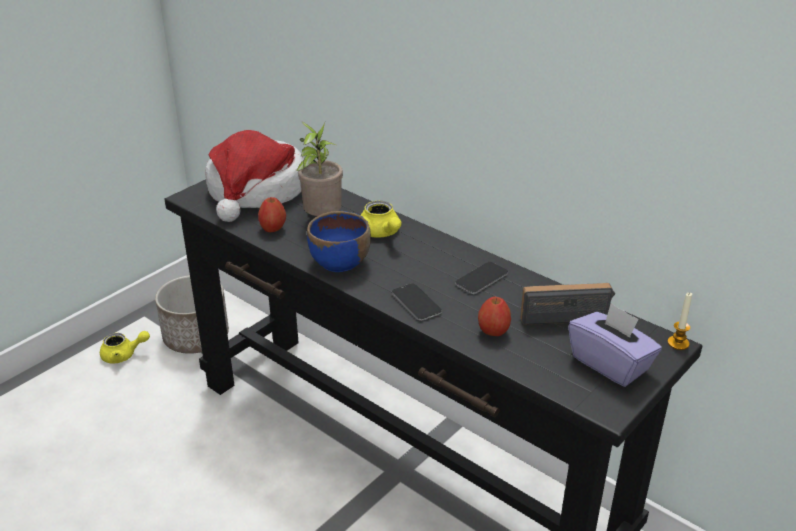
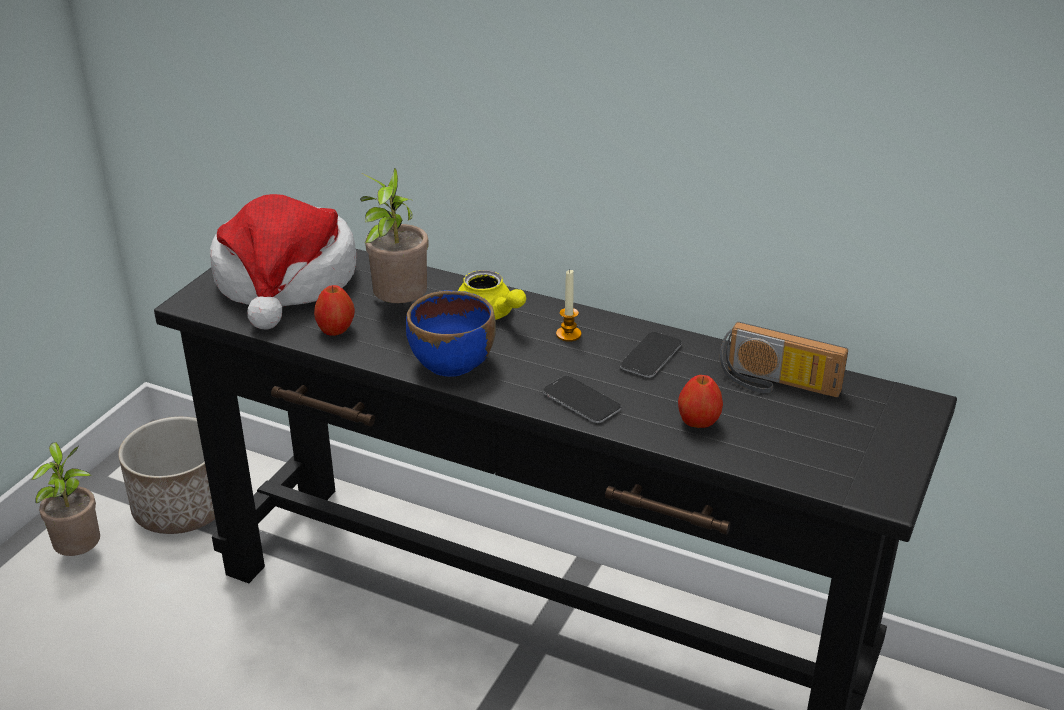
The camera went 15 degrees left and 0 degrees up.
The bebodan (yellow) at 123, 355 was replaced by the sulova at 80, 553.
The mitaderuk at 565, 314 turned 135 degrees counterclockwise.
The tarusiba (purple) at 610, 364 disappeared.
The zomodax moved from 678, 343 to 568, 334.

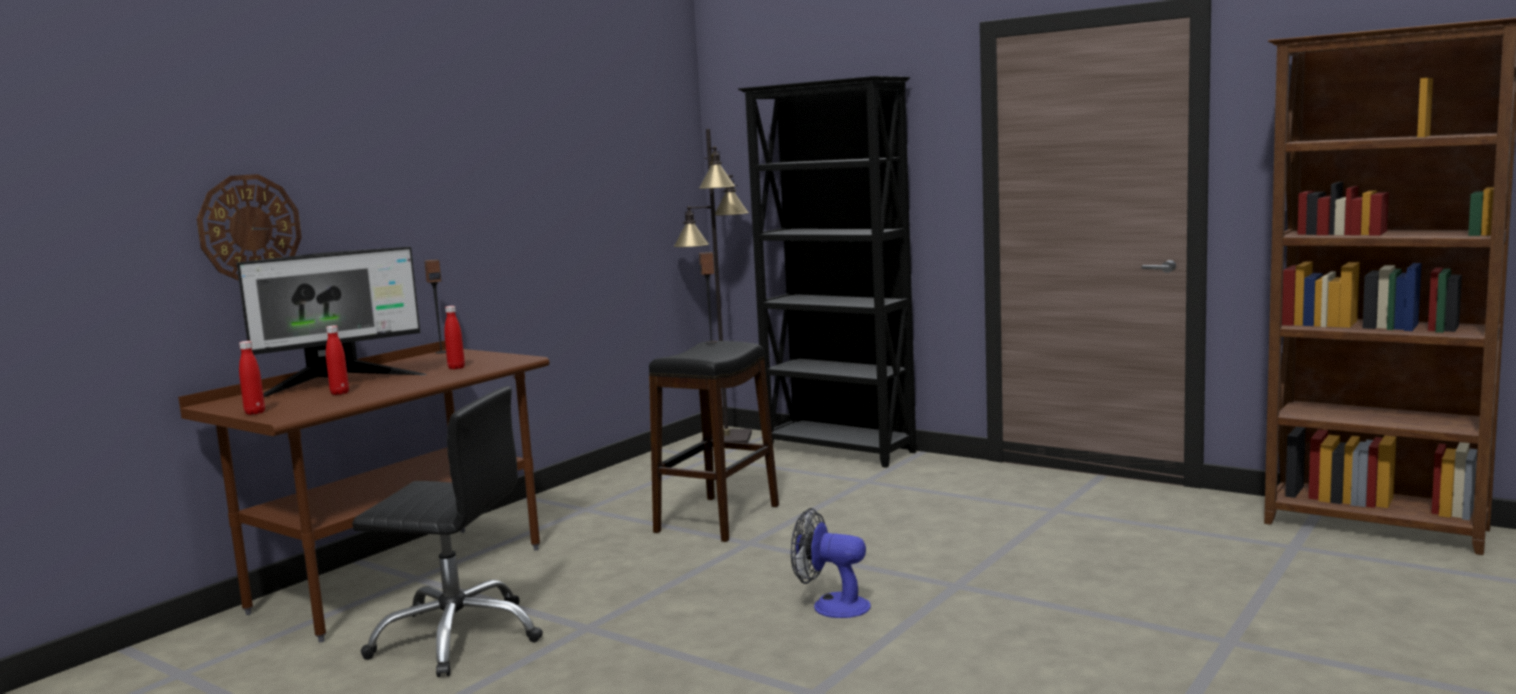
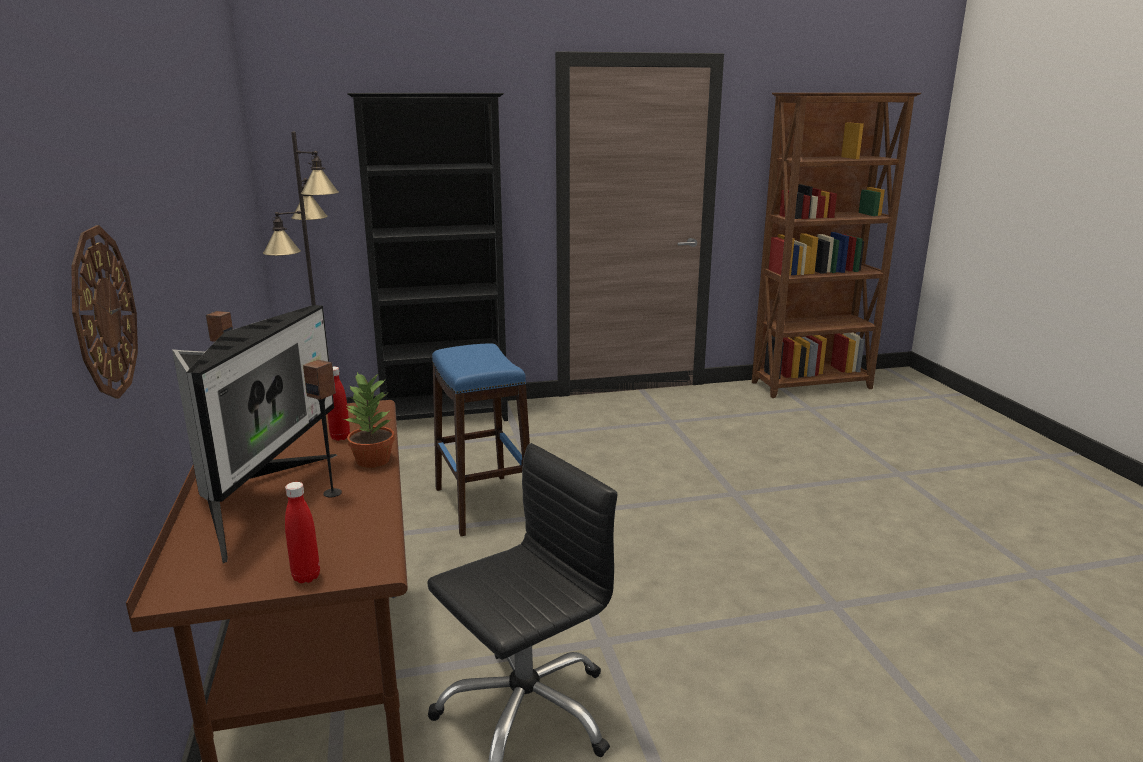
The camera went 50 degrees left and 10 degrees up.
The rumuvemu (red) at 340, 393 disappeared.
The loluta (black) at 717, 519 became the loluta (blue) at 483, 504.
The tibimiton moved from 711, 342 to 333, 493.
The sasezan at 831, 605 disappeared.
The sulova at 373, 461 appeared.

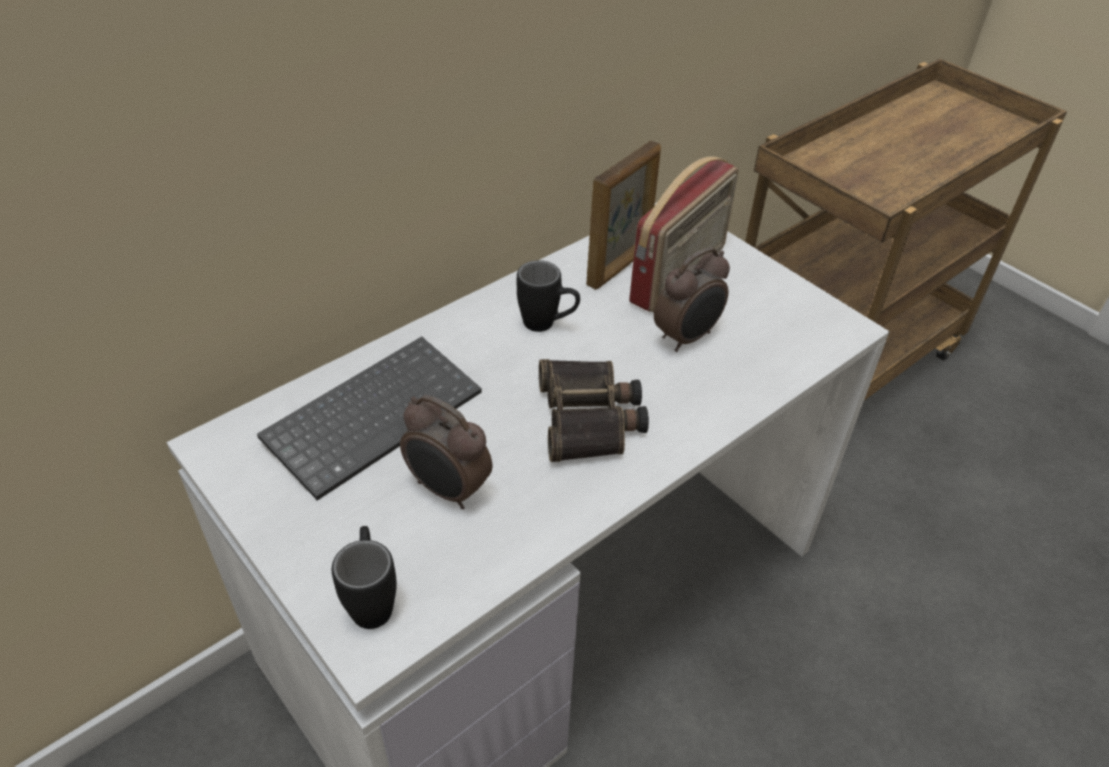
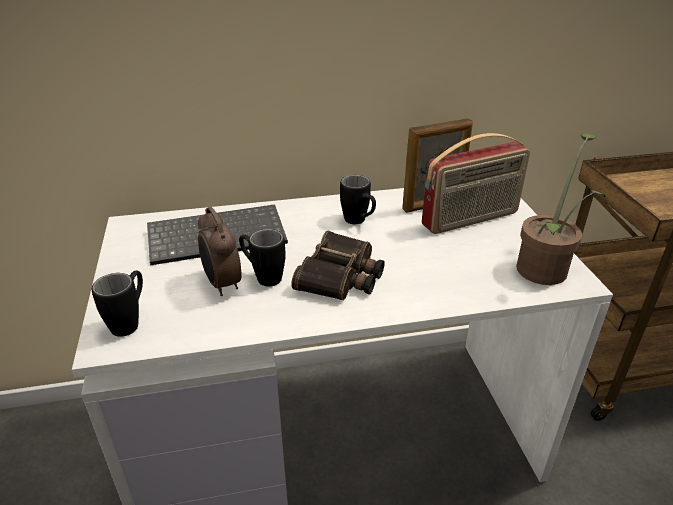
The camera went 30 degrees right and 10 degrees down.
The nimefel at 687, 337 disappeared.
The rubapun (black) at 263, 276 appeared.
The sulova at 546, 266 appeared.

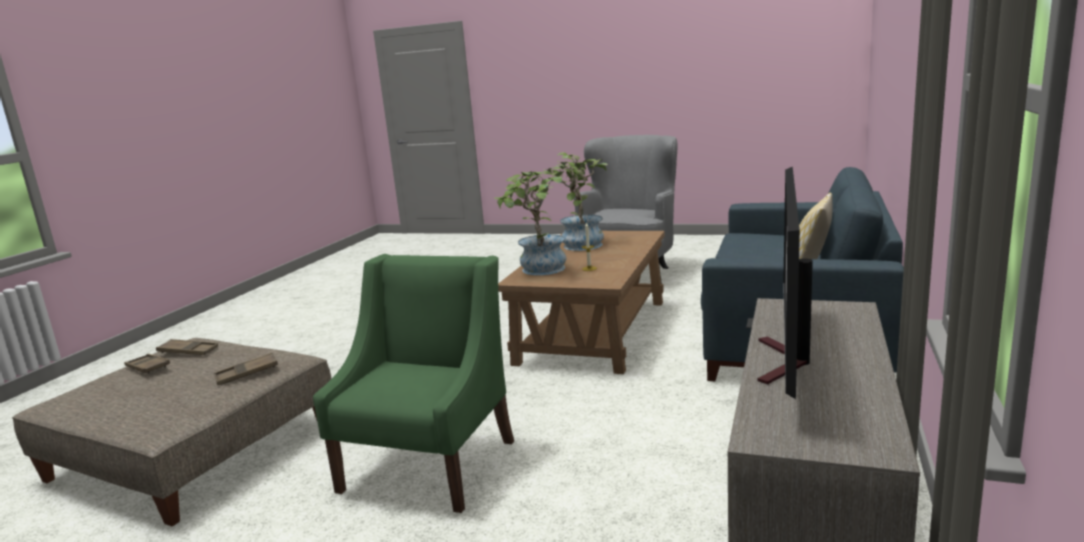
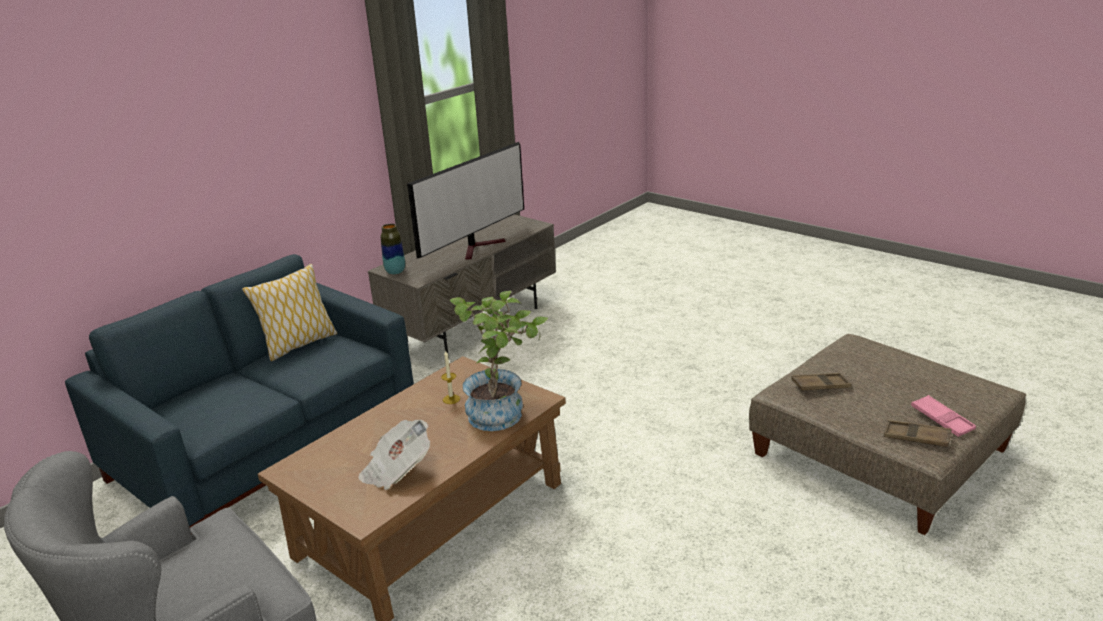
The camera went 160 degrees left and 10 degrees up.
The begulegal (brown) at 148, 367 became the begulegal (pink) at 942, 420.
The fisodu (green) at 430, 464 disappeared.
The sulova at 580, 244 was replaced by the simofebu at 396, 470.
The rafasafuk at 395, 272 appeared.

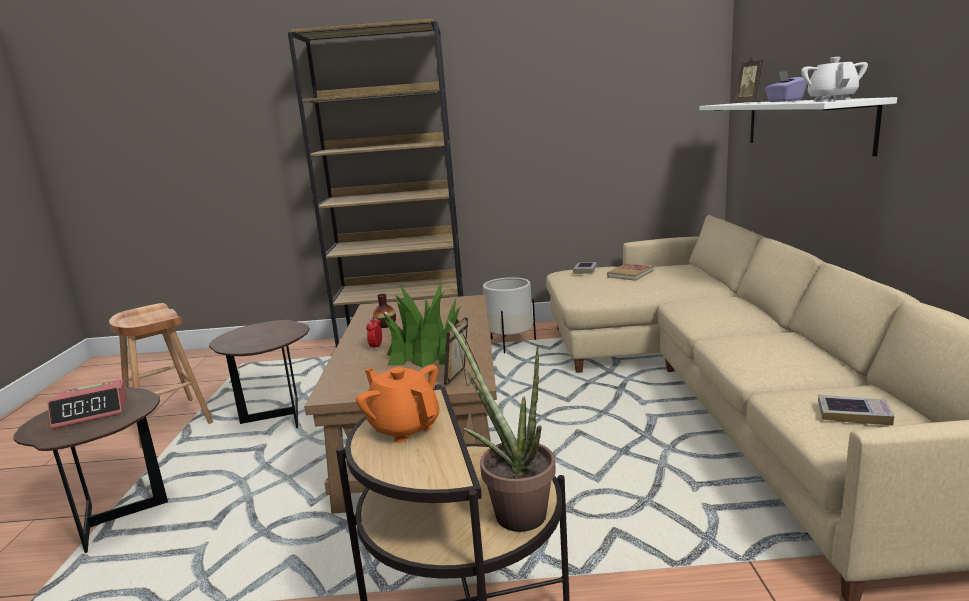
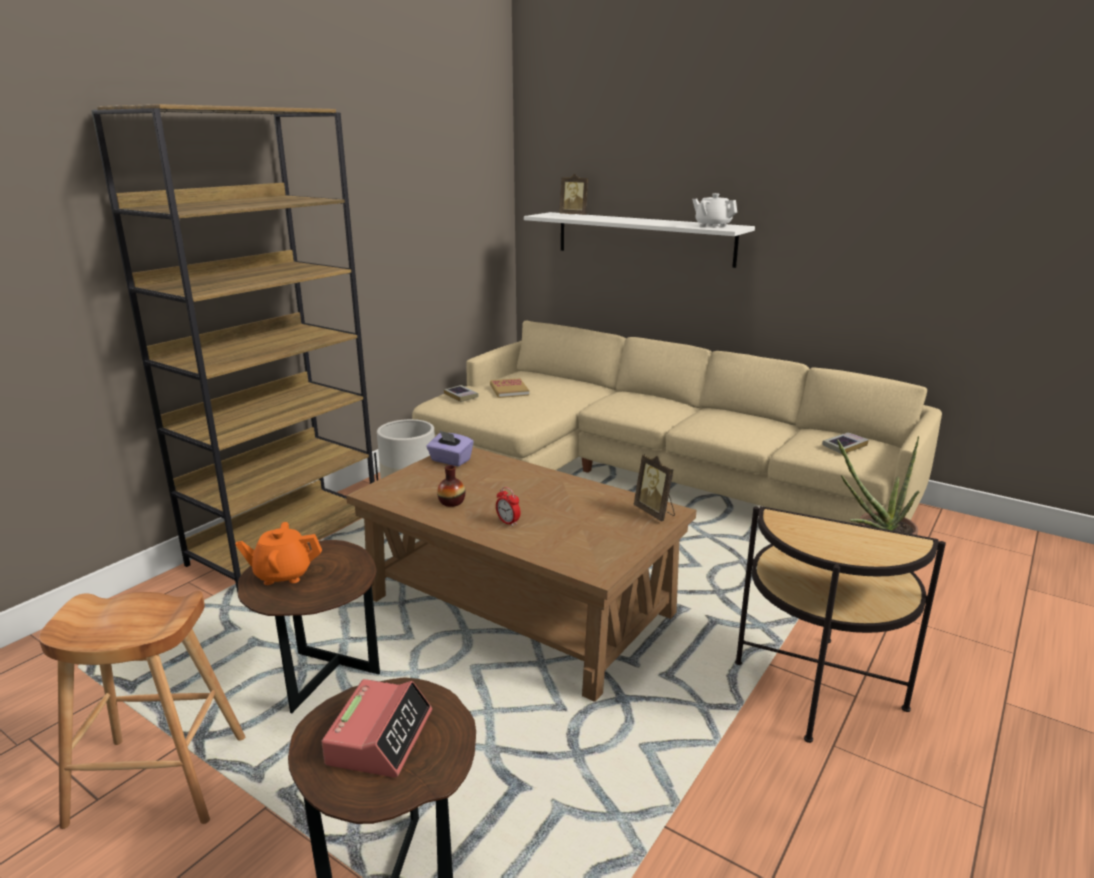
The camera went 55 degrees left and 5 degrees up.
The bebodan (orange) moved from 404, 427 to 283, 574.
The sulova at 426, 352 disappeared.
The tarusiba (purple) moved from 784, 101 to 450, 460.

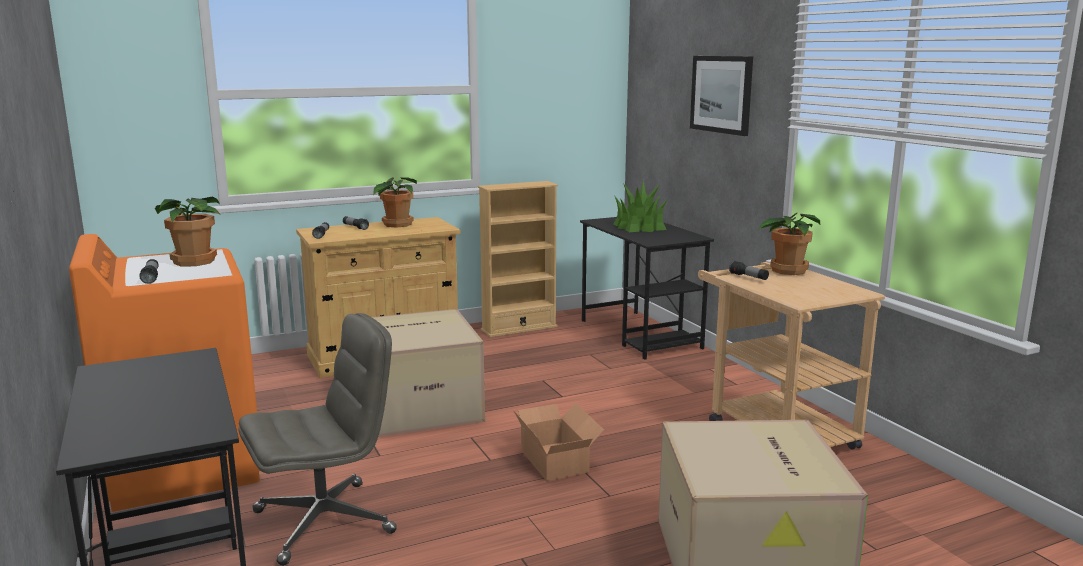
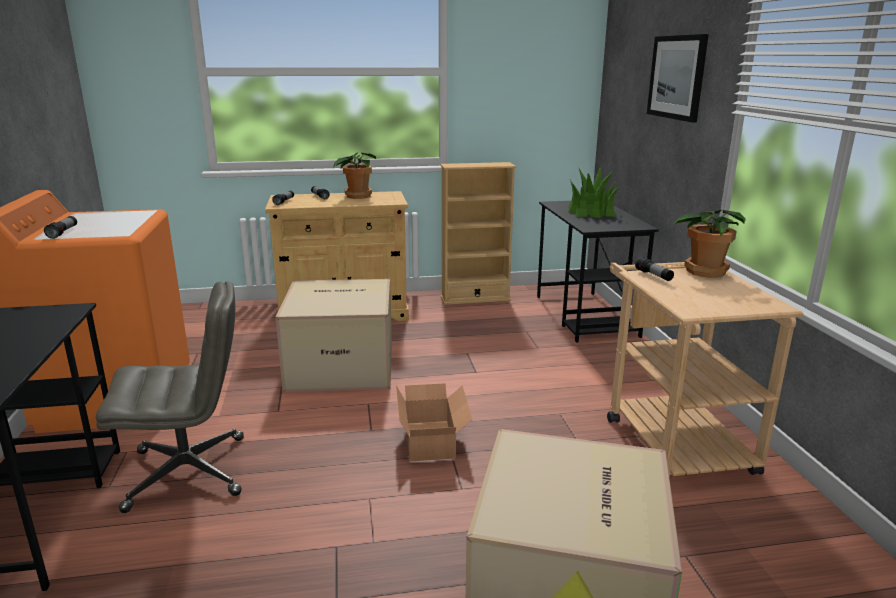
The camera went 15 degrees right and 5 degrees up.
The sulova at 194, 261 disappeared.

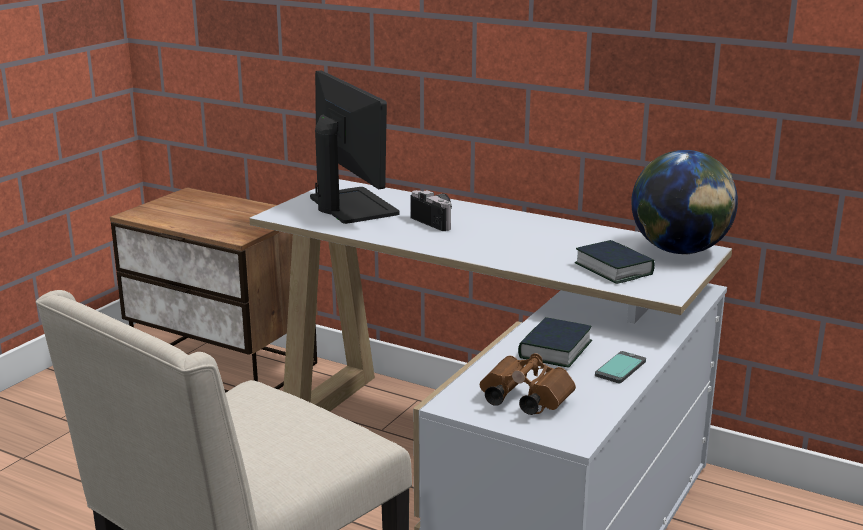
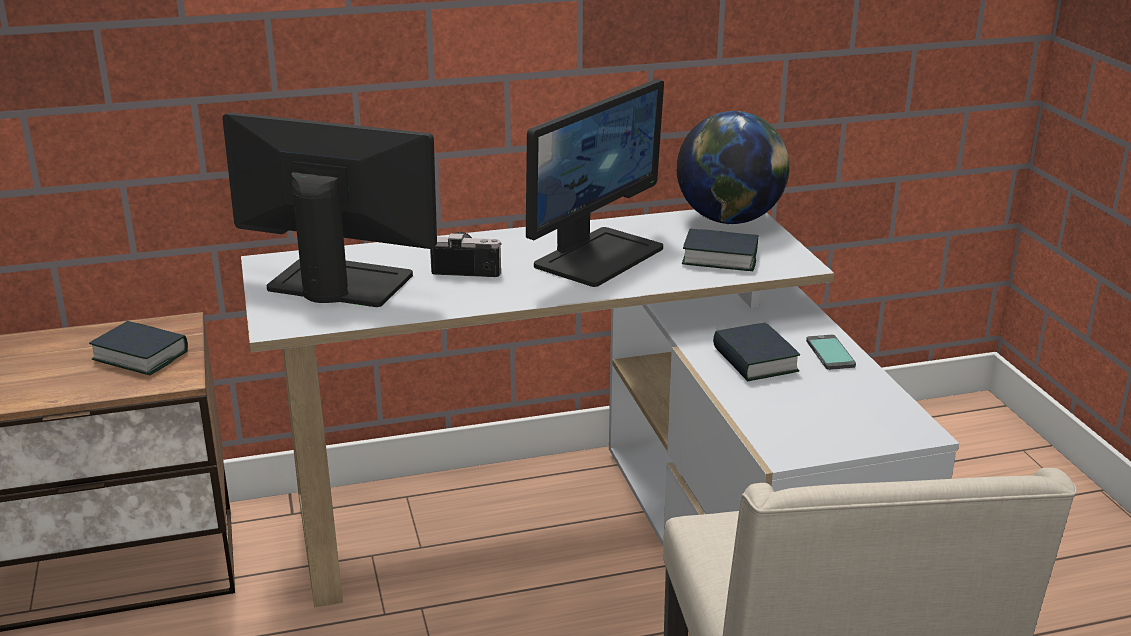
The camera went 45 degrees left and 5 degrees up.
The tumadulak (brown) at 522, 401 disappeared.
The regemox at 140, 356 appeared.
The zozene at 597, 256 appeared.

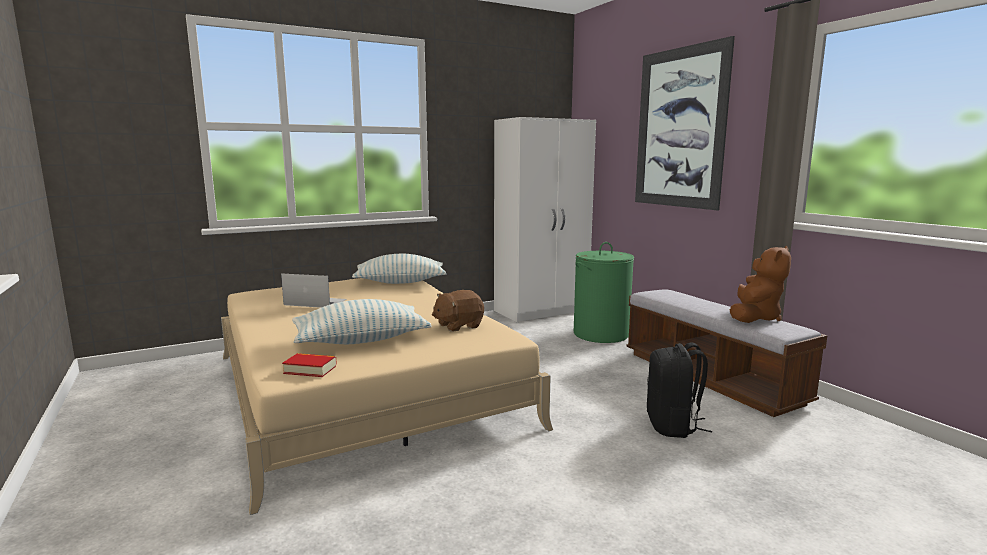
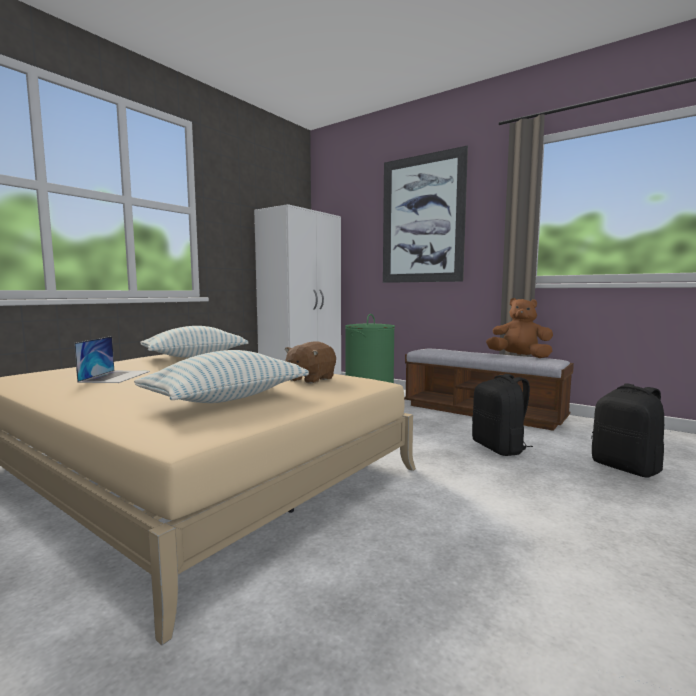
The camera went 25 degrees left and 5 degrees down.
The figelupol at 315, 302 turned 105 degrees clockwise.
The regemox at 310, 369 disappeared.
The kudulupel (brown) at 755, 318 turned 75 degrees counterclockwise.
The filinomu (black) at 626, 467 appeared.

